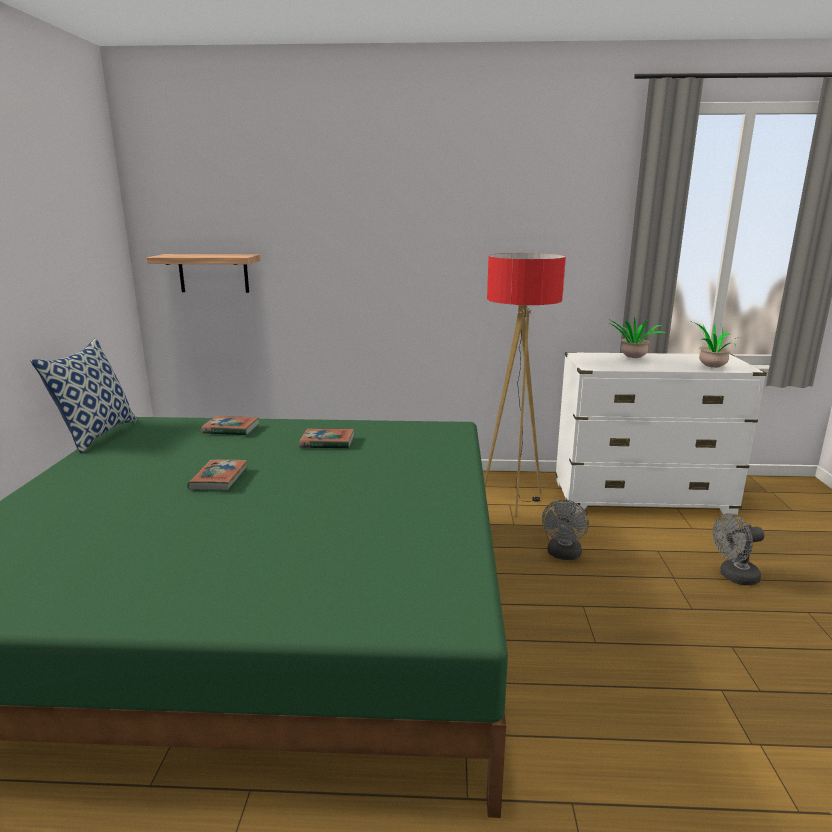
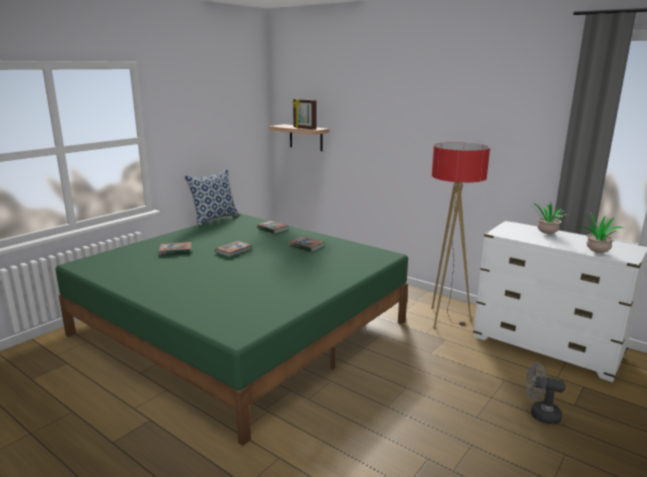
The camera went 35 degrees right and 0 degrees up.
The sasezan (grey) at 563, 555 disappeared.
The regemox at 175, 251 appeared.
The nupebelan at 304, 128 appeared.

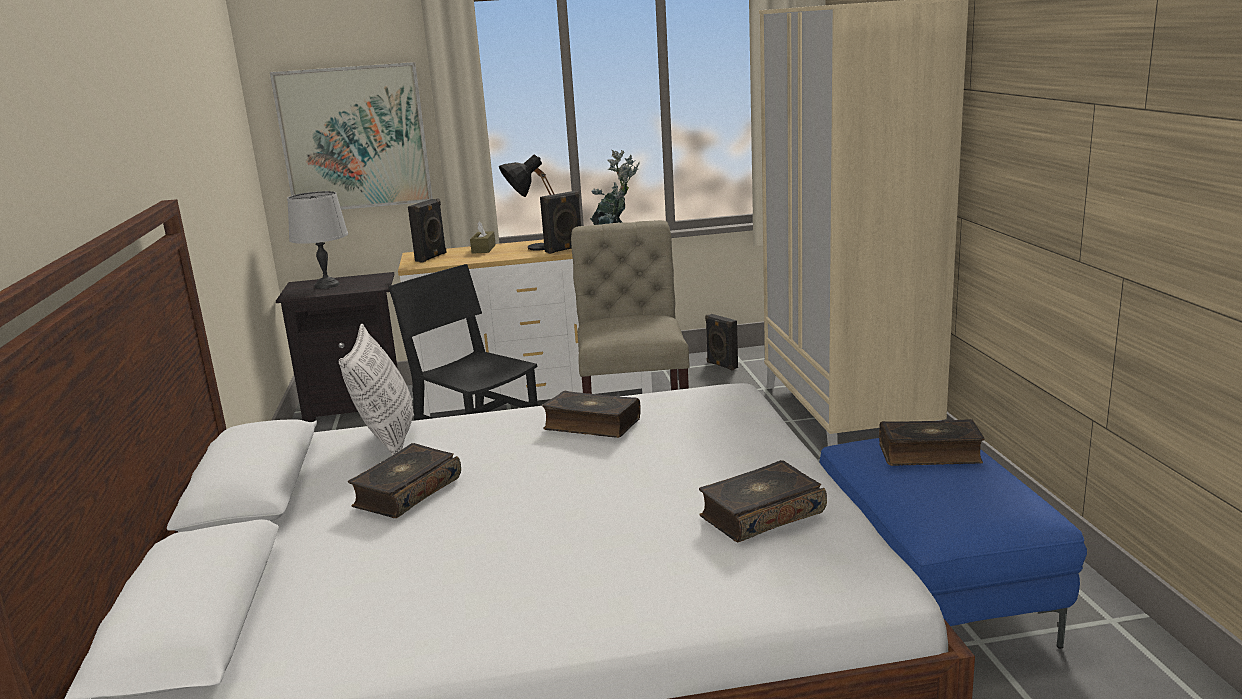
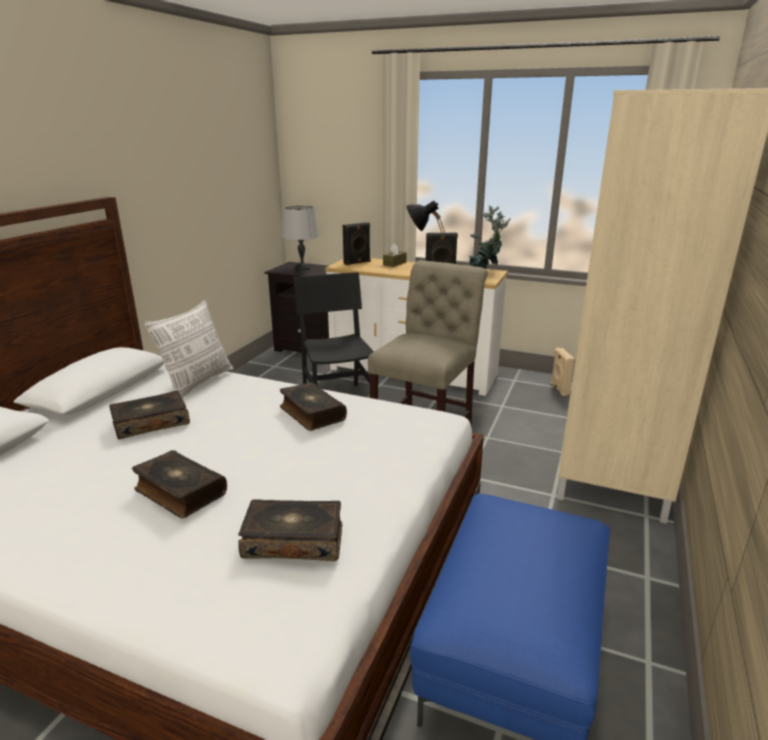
The camera went 30 degrees right and 5 degrees up.
The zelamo at 354, 138 disappeared.
The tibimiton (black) at 721, 365 became the tibimiton (beige) at 559, 389.
The regemox moved from 929, 454 to 179, 492.

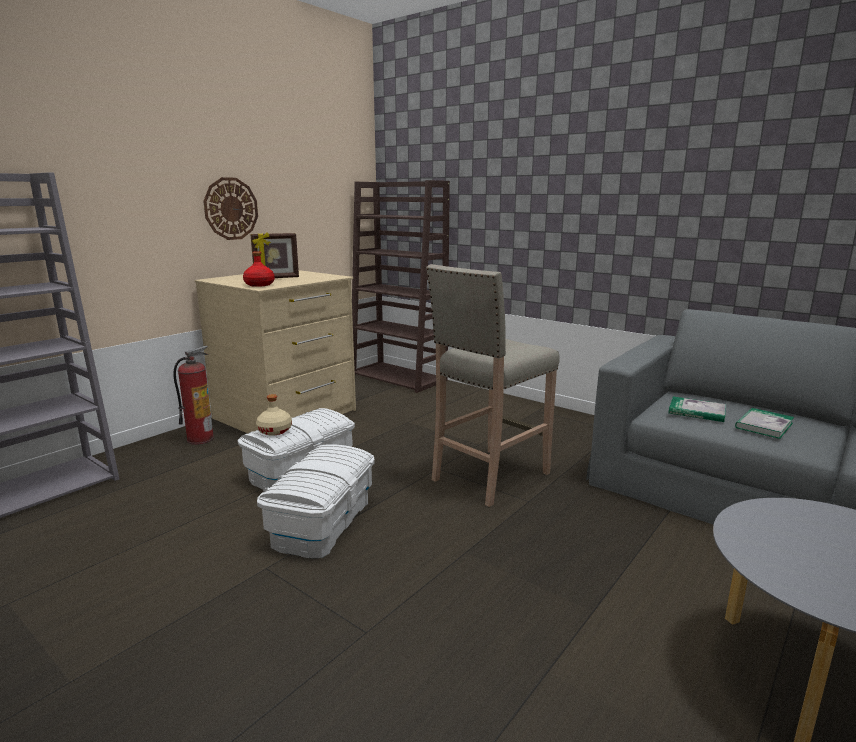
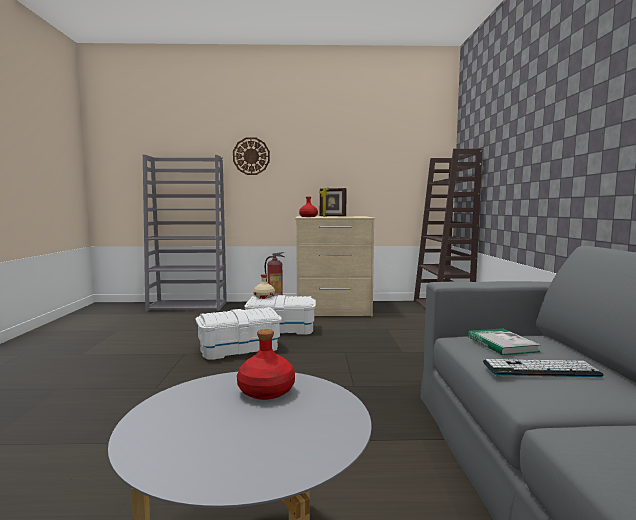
The camera went 50 degrees right and 10 degrees down.
The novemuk moved from 231, 208 to 251, 156.
The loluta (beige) at 488, 477 disappeared.
The regemox at 764, 425 was replaced by the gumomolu at 540, 369.
The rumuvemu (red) at 266, 391 appeared.

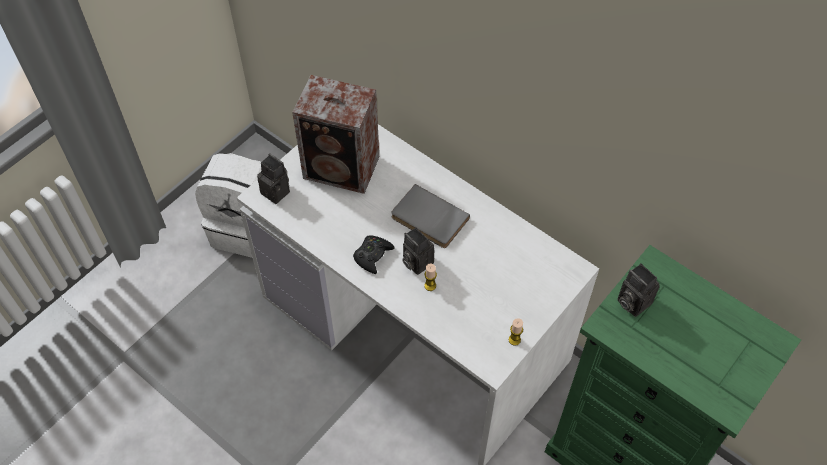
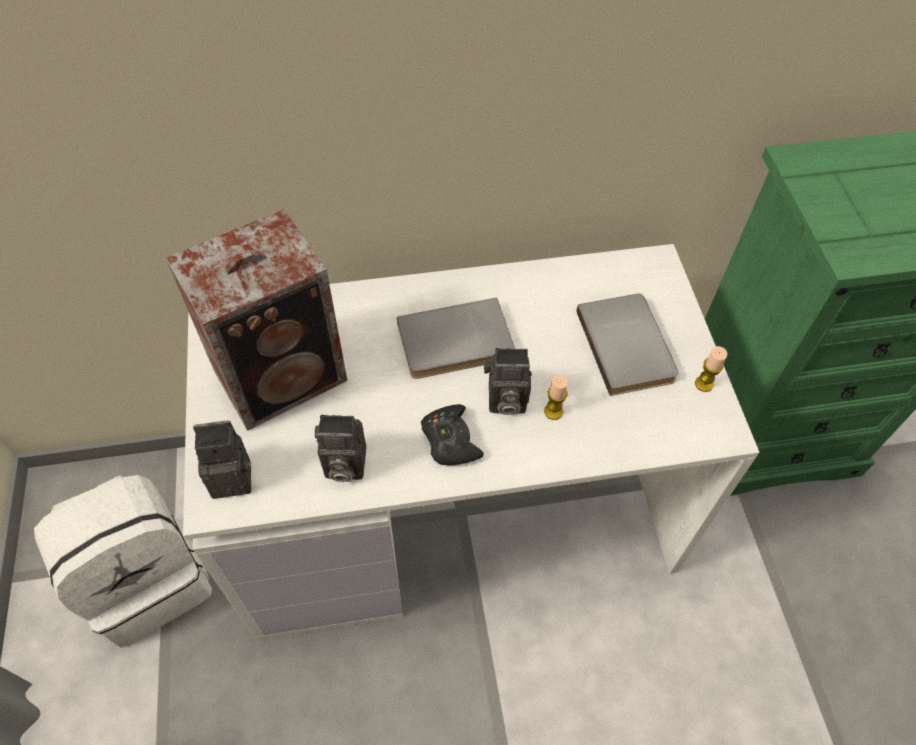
The camera went 50 degrees left and 0 degrees up.
The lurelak moved from 631, 301 to 342, 465.
The regemox (grey) at 629, 345 appeared.

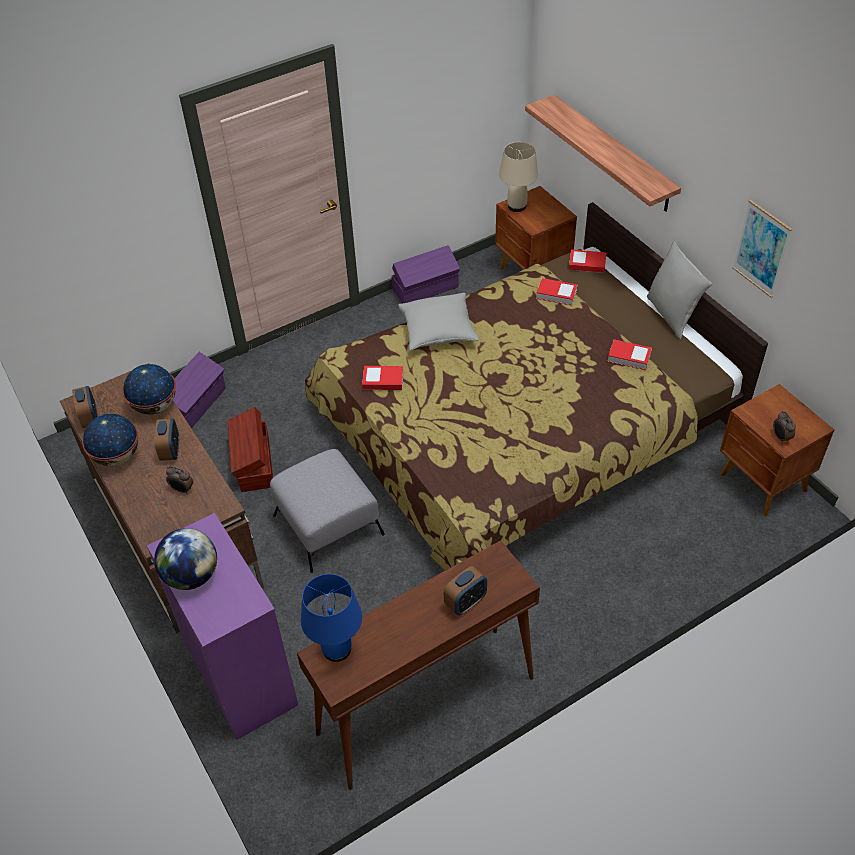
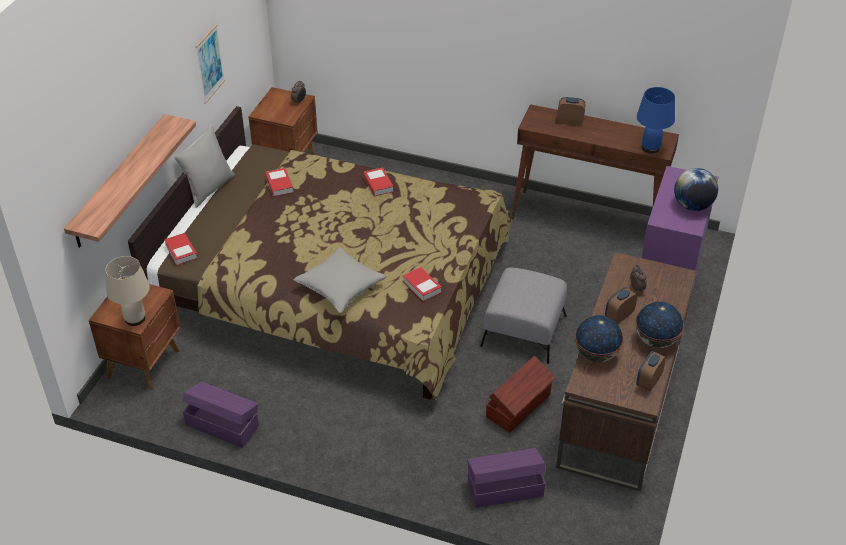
The camera went 130 degrees left and 5 degrees down.
The regemox moved from 556, 294 to 378, 184.

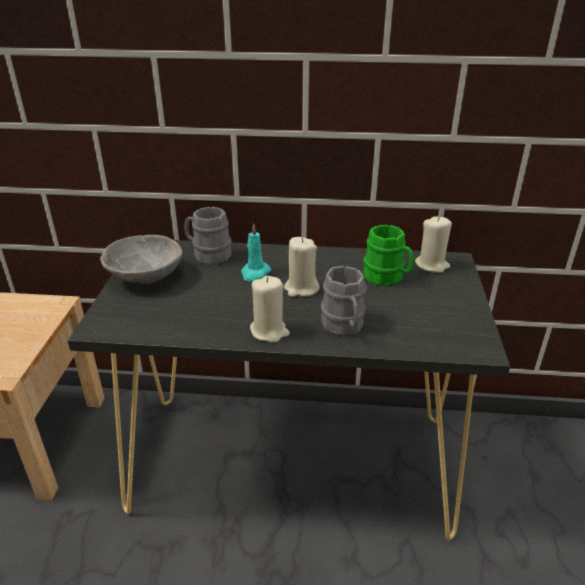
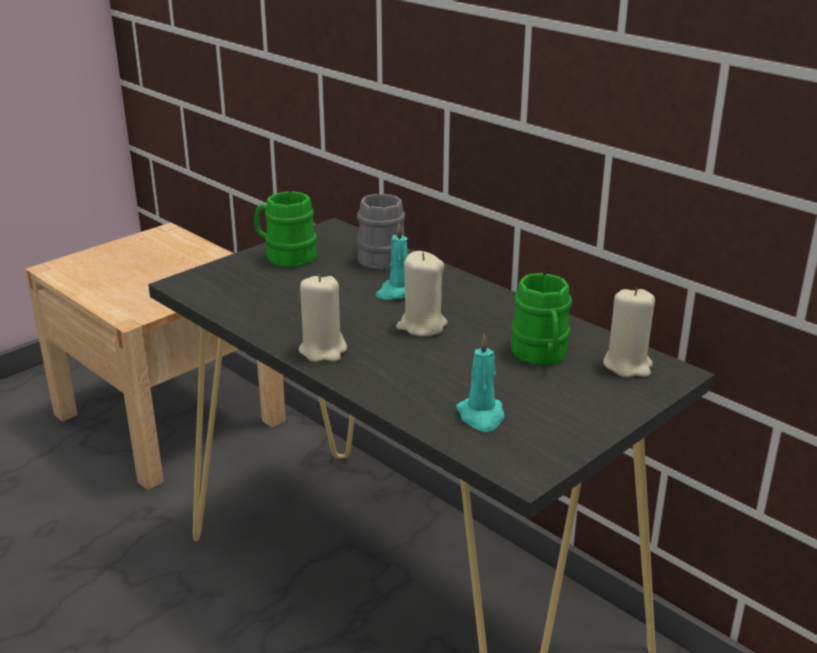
The camera went 40 degrees right and 5 degrees down.
The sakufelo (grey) at 144, 277 was replaced by the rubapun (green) at 285, 256.
The rubapun (grey) at 344, 327 disappeared.
The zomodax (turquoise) at 481, 416 appeared.

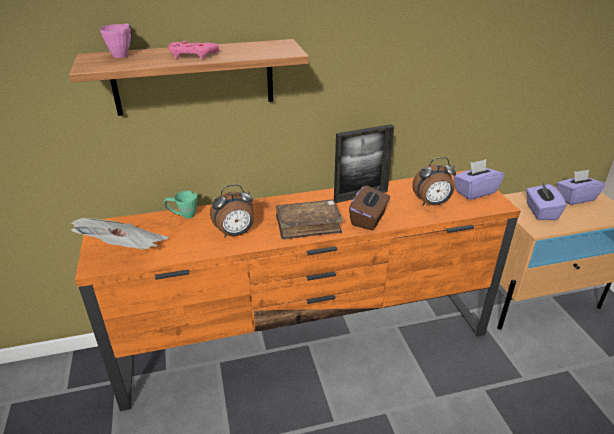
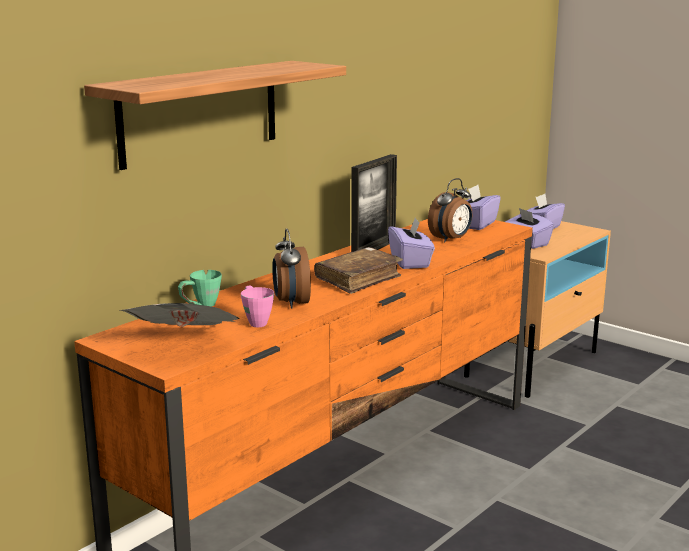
The camera went 35 degrees left and 15 degrees down.
The rubapun (pink) moved from 123, 54 to 255, 321.
The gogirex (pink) at 192, 55 disappeared.
The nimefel at 235, 234 turned 135 degrees clockwise.
The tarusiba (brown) at 369, 219 became the tarusiba (purple) at 410, 262.

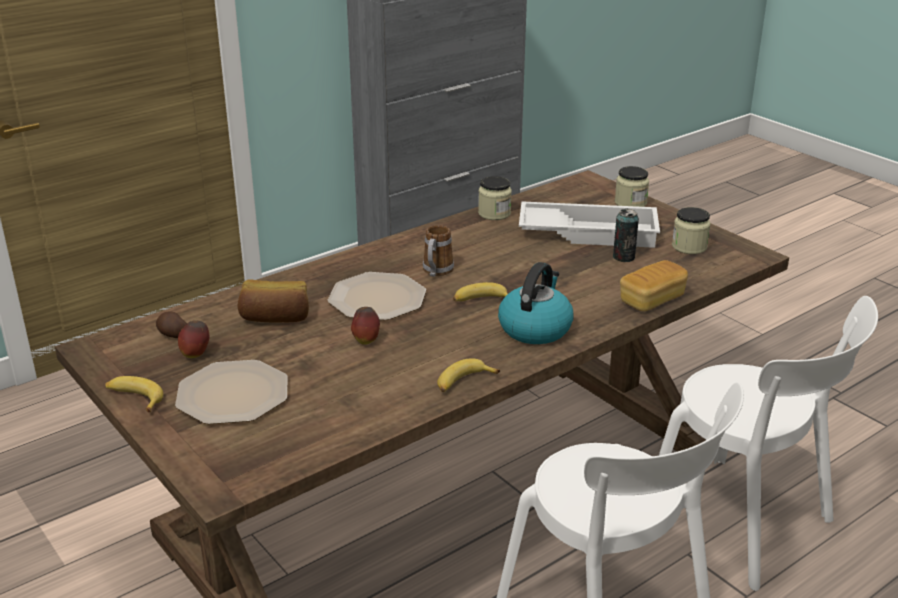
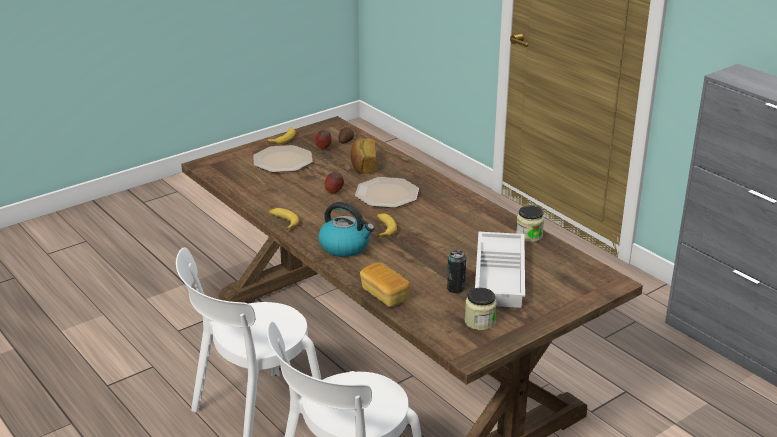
The camera went 90 degrees right and 0 degrees up.
The rubapun at 436, 272 disappeared.
The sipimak at 630, 203 disappeared.

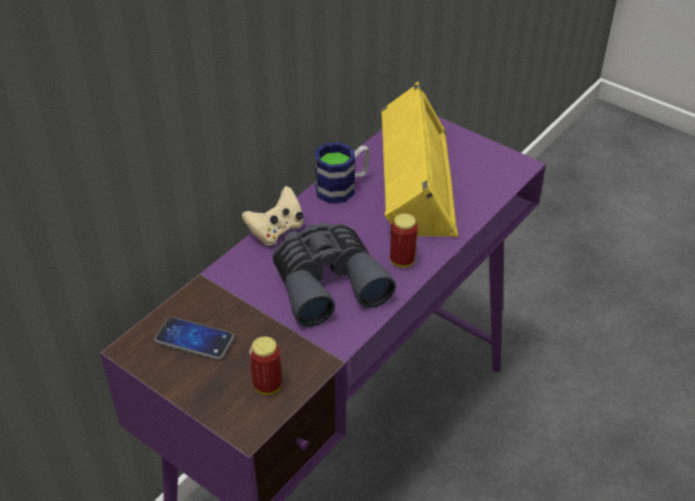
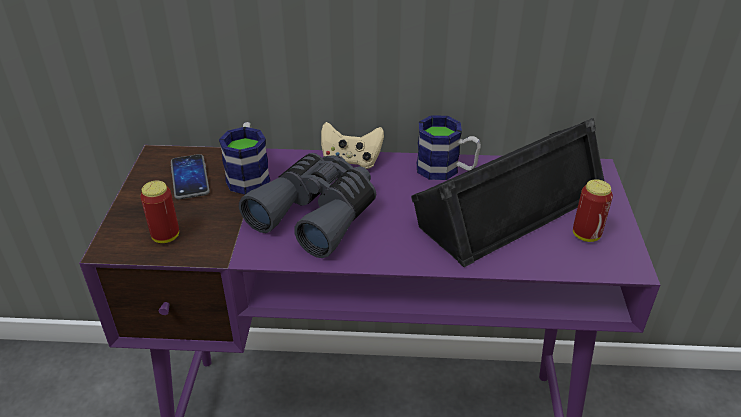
The camera went 55 degrees right and 5 degrees down.
The tibimiton (yellow) at 413, 180 became the tibimiton (black) at 508, 204.
The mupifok moved from 402, 261 to 586, 235.
The rubapun at 249, 175 appeared.

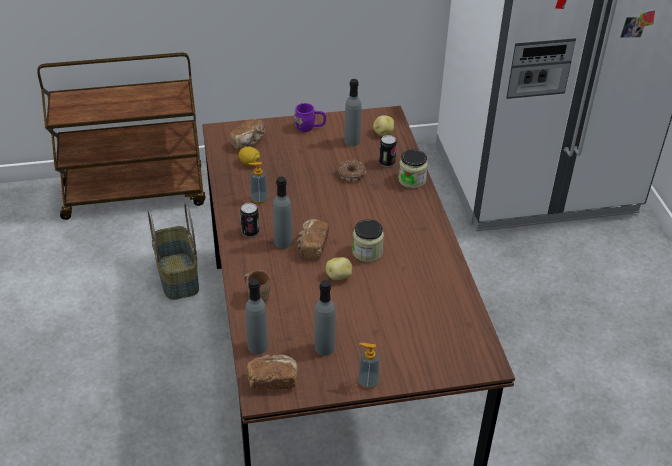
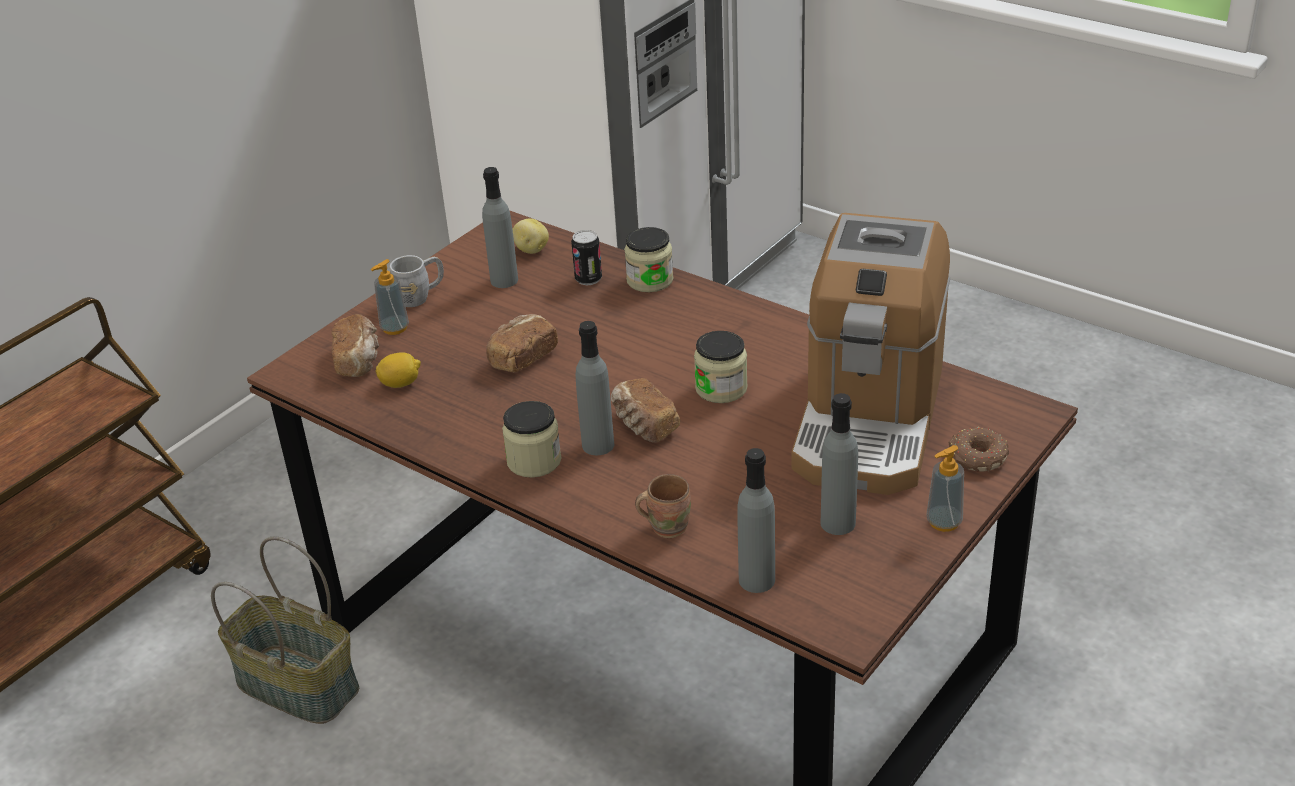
The camera went 40 degrees left and 5 degrees down.
The mupifok at 250, 232 was replaced by the sipimak at 534, 461.
The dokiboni moved from 272, 380 to 521, 357.
The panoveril moved from 259, 199 to 394, 328.
The rubapun (purple) at 309, 127 became the rubapun (grey) at 420, 296.
The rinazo at 339, 276 disappeared.
The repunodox moved from 350, 174 to 976, 457.
The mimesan at 869, 419 appeared.

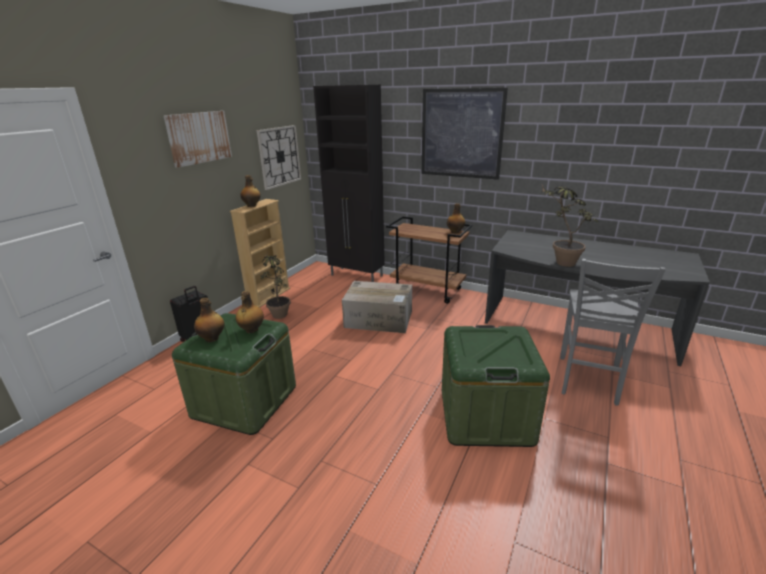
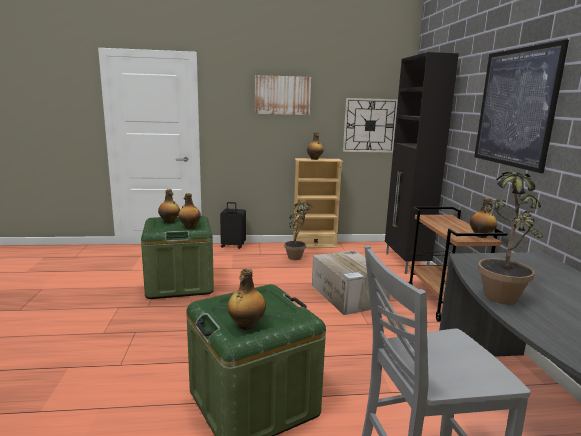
The camera went 55 degrees right and 10 degrees down.
The rumuvemu at 246, 325 appeared.

